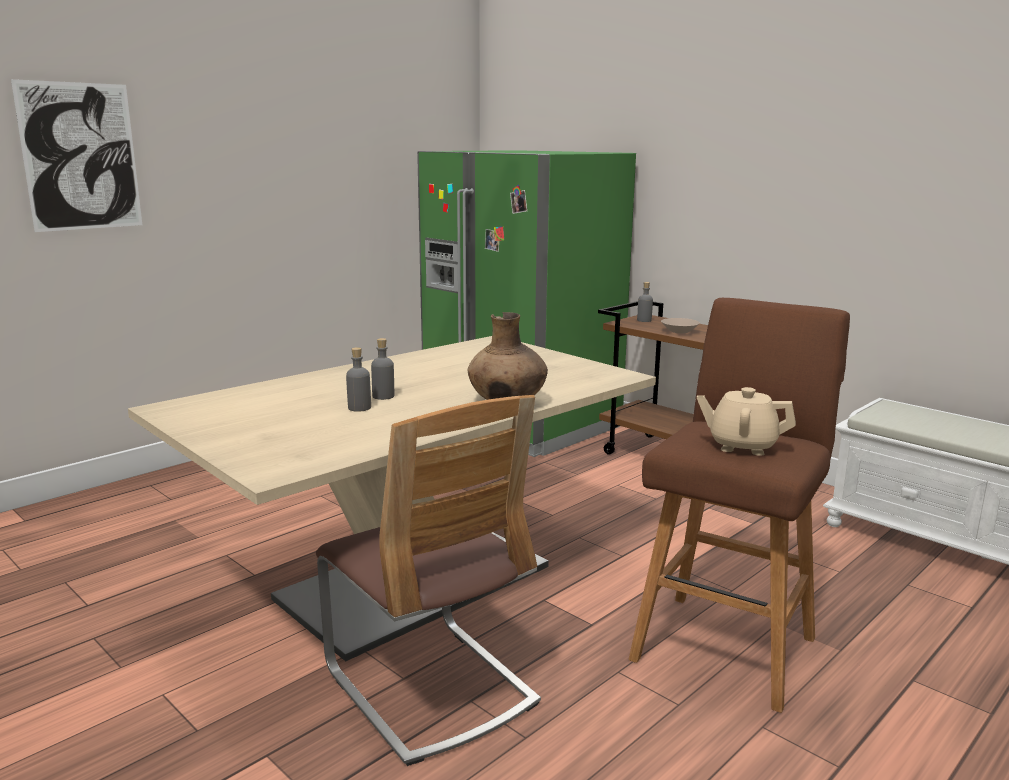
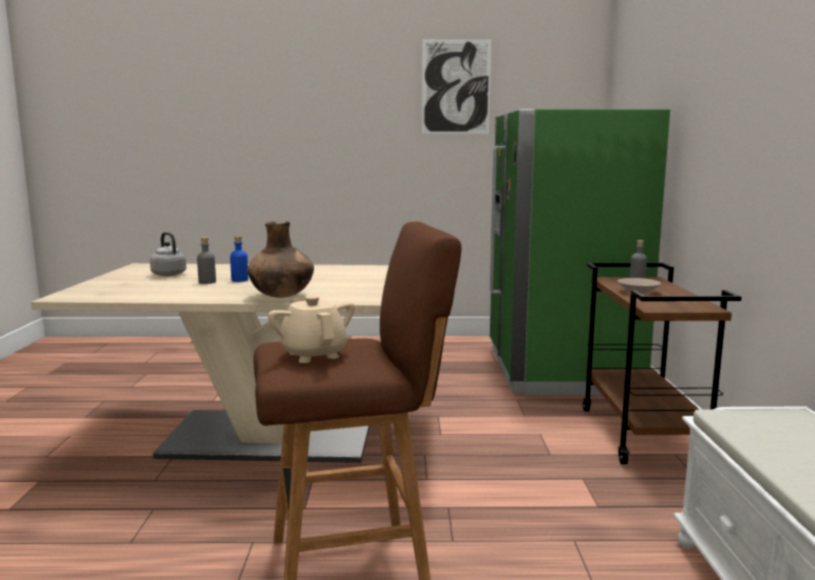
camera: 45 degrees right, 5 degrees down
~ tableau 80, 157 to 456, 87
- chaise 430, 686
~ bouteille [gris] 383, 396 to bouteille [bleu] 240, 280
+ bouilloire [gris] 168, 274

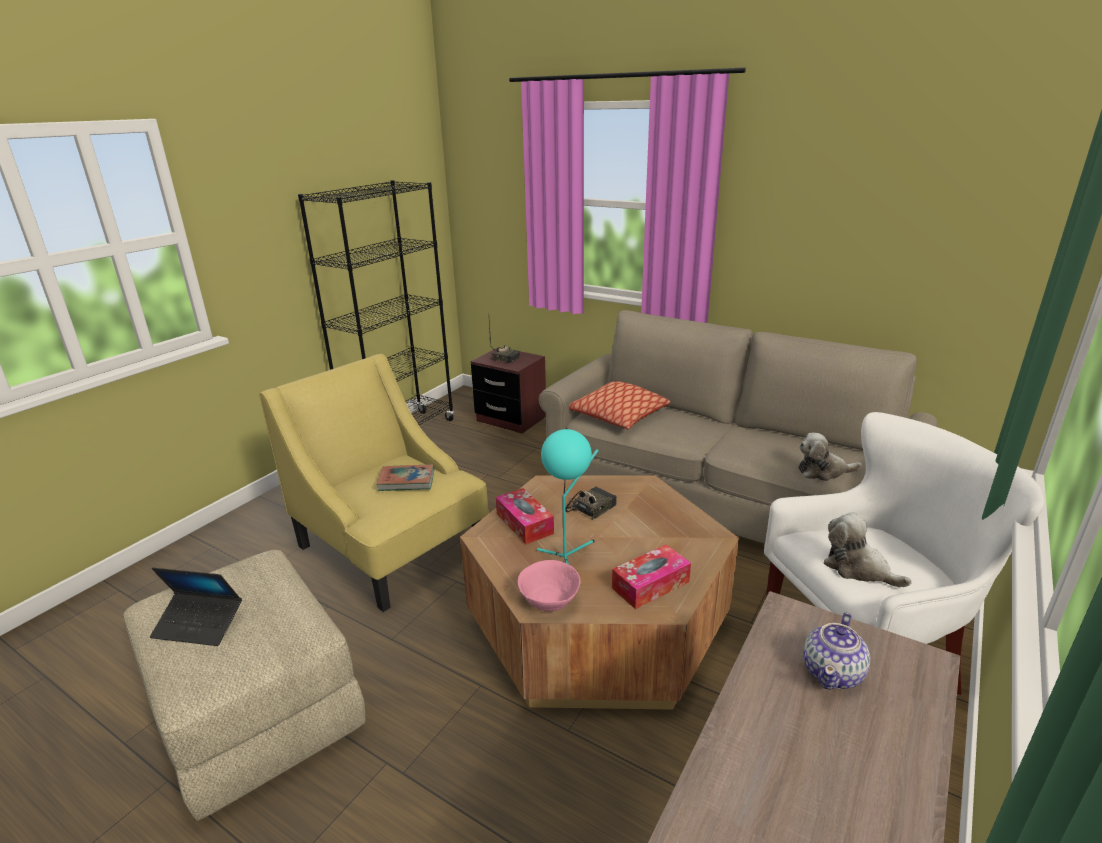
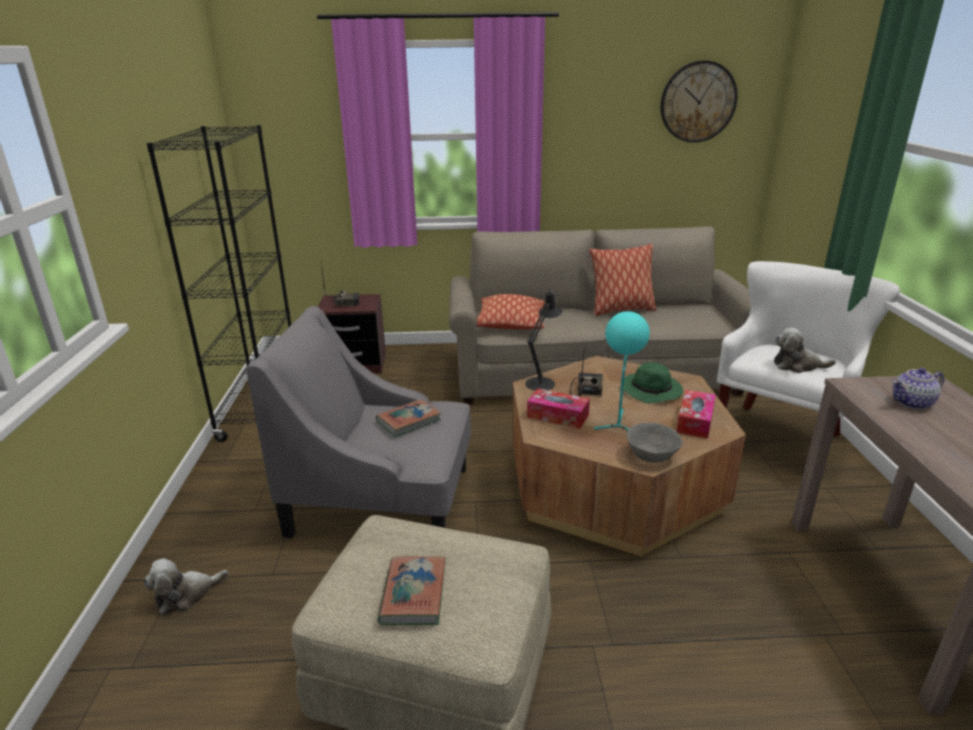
camera: 35 degrees left, 0 degrees up
~ ordinateur portable 199, 625 to livre 414, 594
~ fauteuil [jaune] 392, 547 to fauteuil [gris] 382, 500
~ bol [rose] 548, 601 to bol [gris] 651, 456
~ peluche 823, 471 to 186, 595
~ théière 833, 672 = 912, 403 75 degrees clockwise
+ lampe de table [noir] 542, 382
+ coussin 621, 310
+ chapeau [vert] 652, 391
+ horloge murale 698, 102

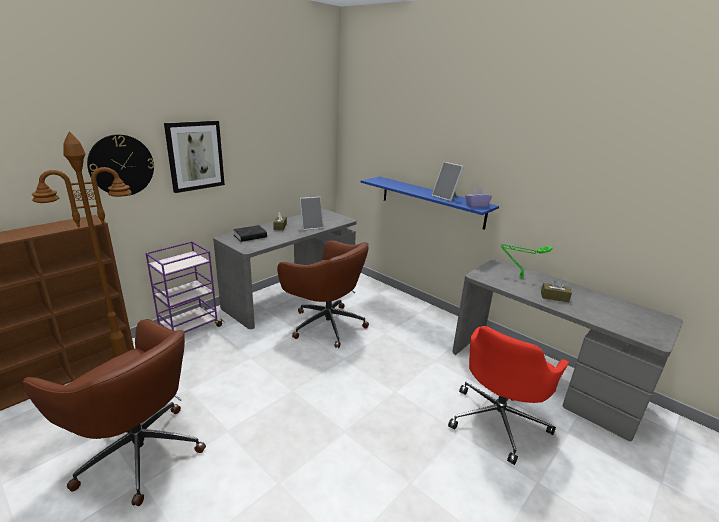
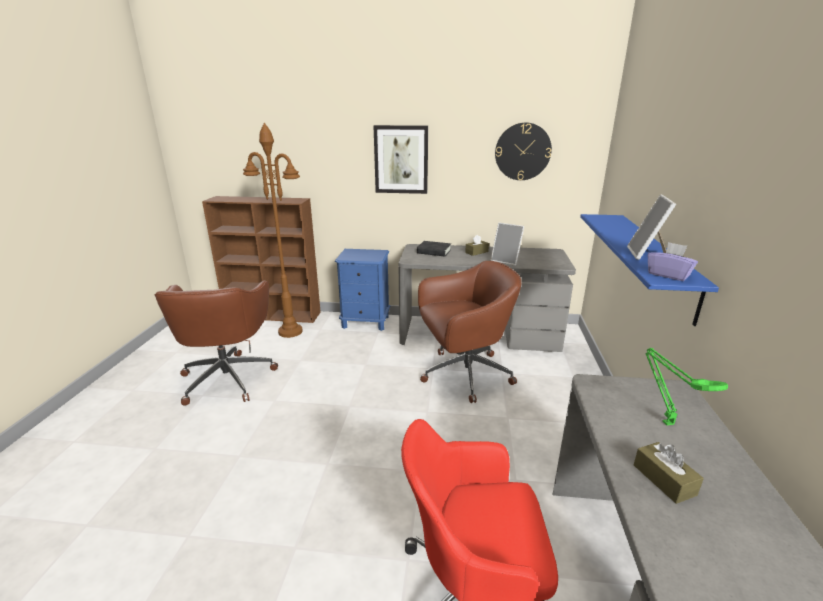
camera: 55 degrees right, 0 degrees up
~ horloge murale 121, 165 to 522, 151
~ chariot [violet] 189, 328 to table de chevet [bleu] 365, 322
~ chaise de bureau [marron] 326, 324 = 463, 374 105 degrees counterclockwise

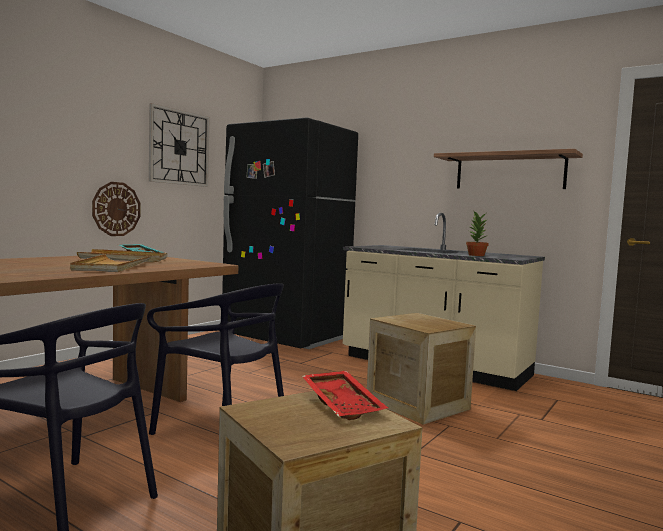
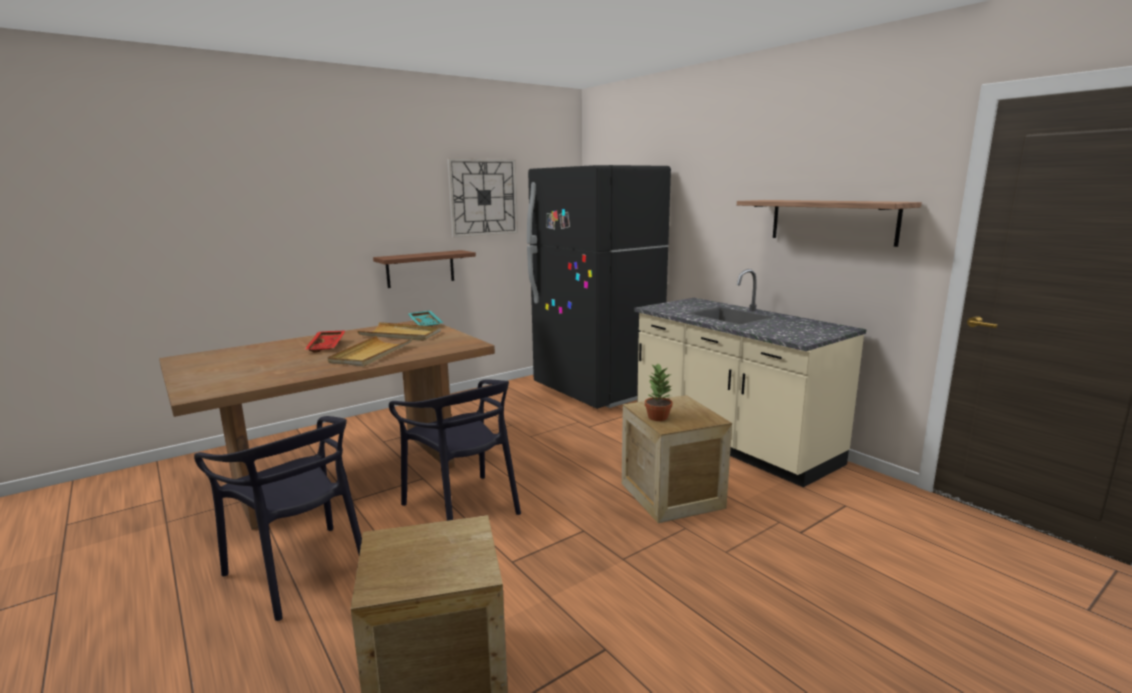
camera: 20 degrees right, 10 degrees up
~ horloge murale 116, 209 to étagère [marron] 420, 268
~ plateau [rouge] 343, 404 to 327, 346
~ plante en pot 475, 255 to 657, 417

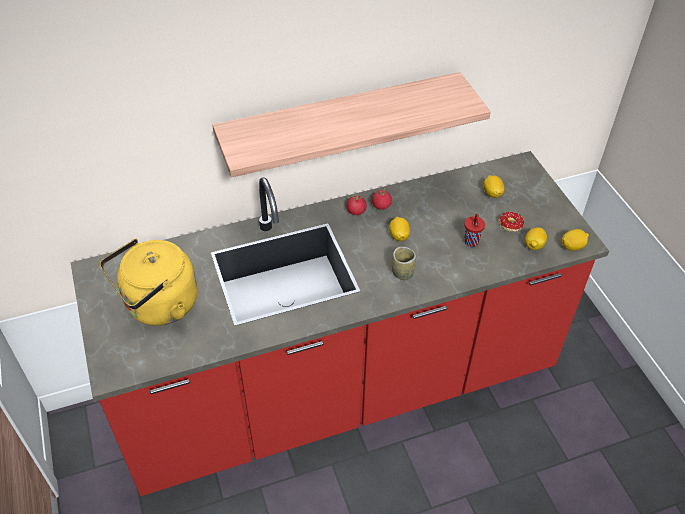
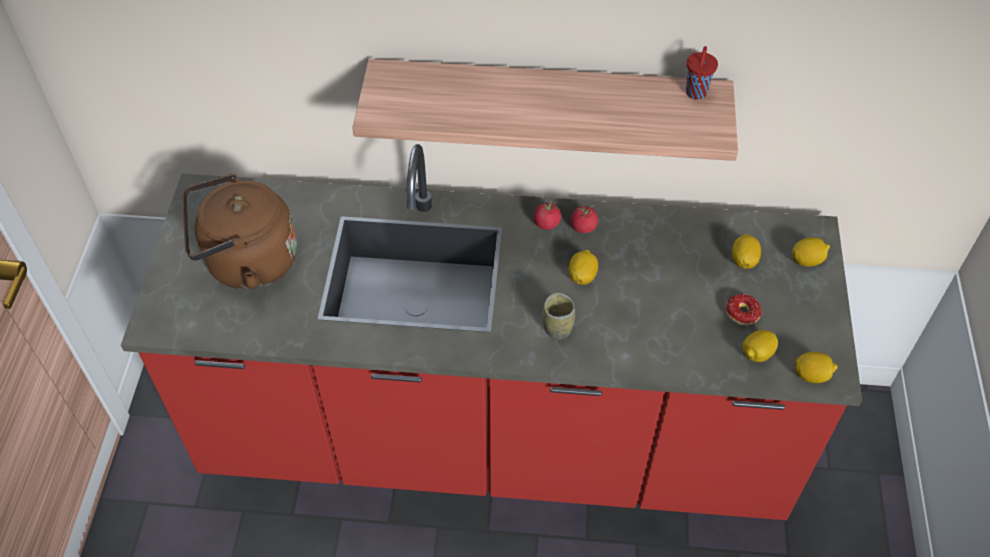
camera: 25 degrees right, 5 degrees up
~ bouilloire [jaune] 158, 306 to bouilloire [marron] 246, 263
~ tasse [rouge] 471, 242 to 695, 93
+ citron 807, 260

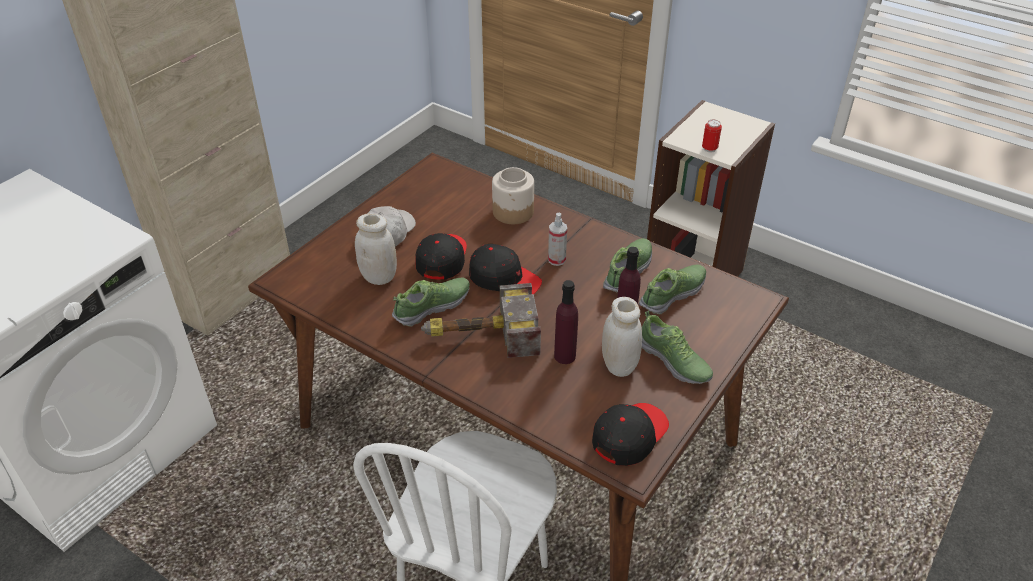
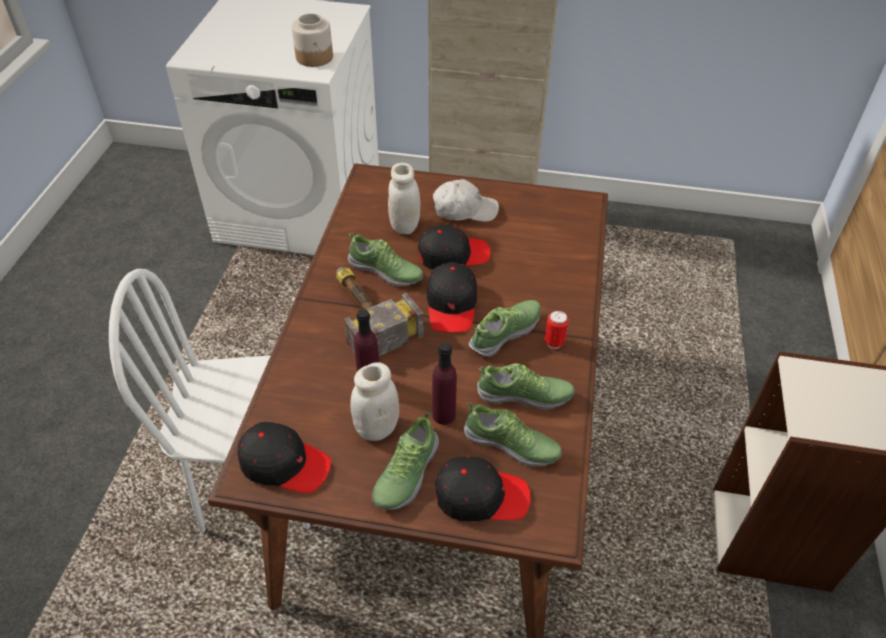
camera: 65 degrees right, 5 degrees up
~ bocal 513, 212 to 315, 57
~ vaporisateur 556, 260 to chaussure 505, 333
~ boîte métallique 709, 149 to 554, 342
+ casquette [noir] 481, 496

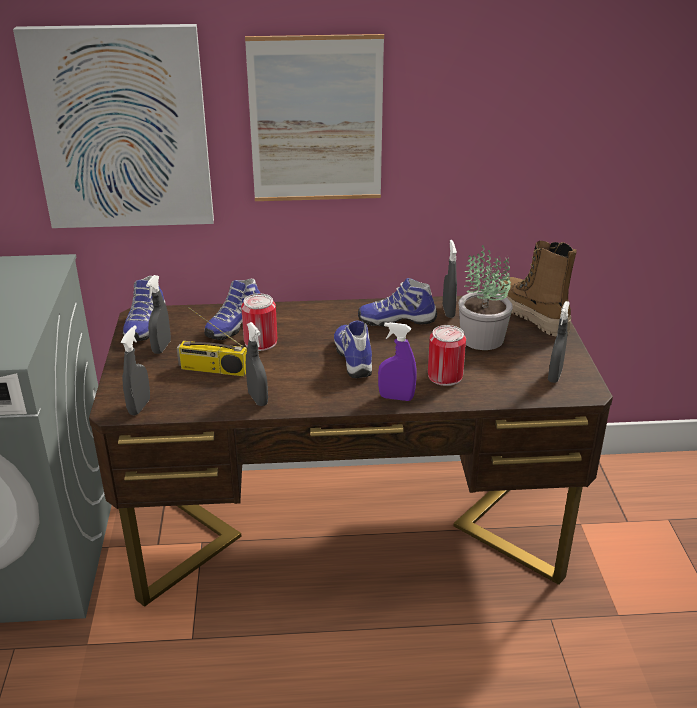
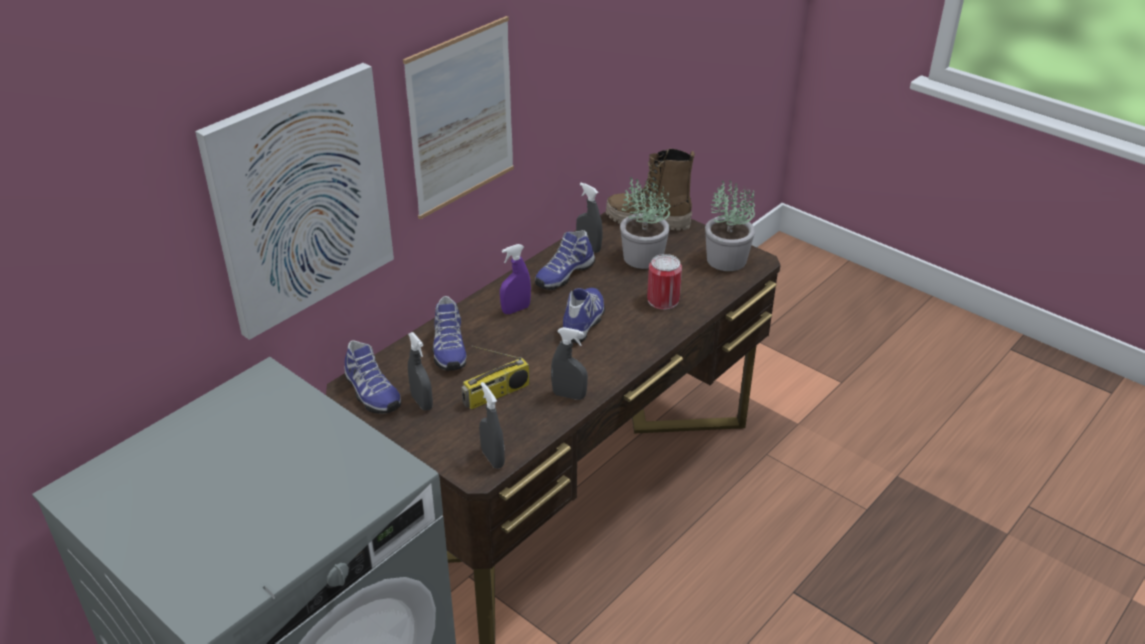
camera: 45 degrees left, 5 degrees up
- boîte métallique 260, 342
~ chaussure 355, 358 = 584, 322 75 degrees clockwise
~ vaporisateur [violet] 396, 397 to 516, 309
~ vaporisateur [gris] 554, 376 to plante en pot 726, 260

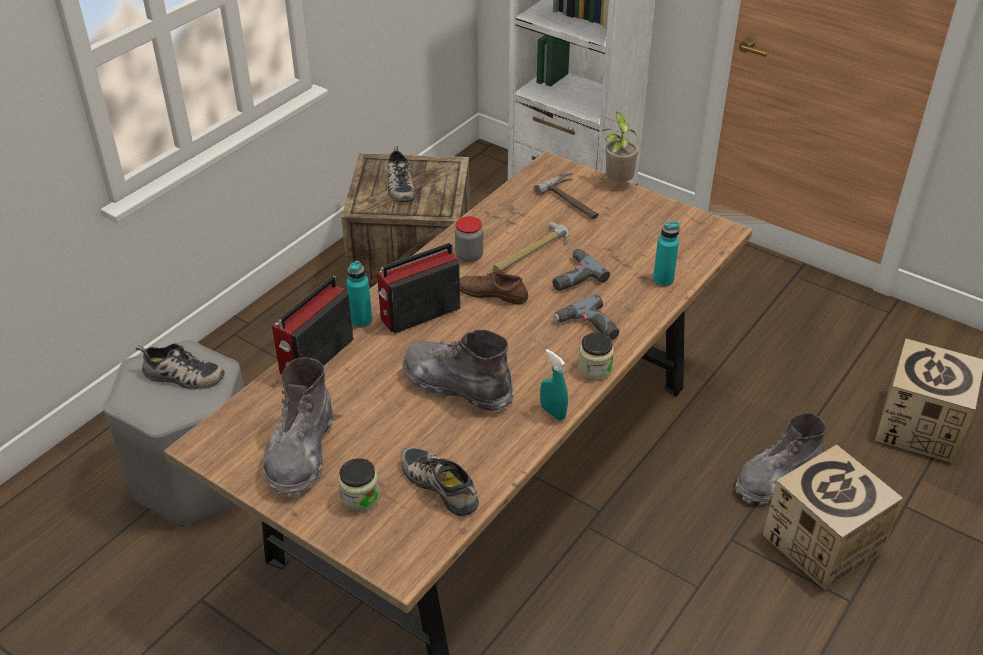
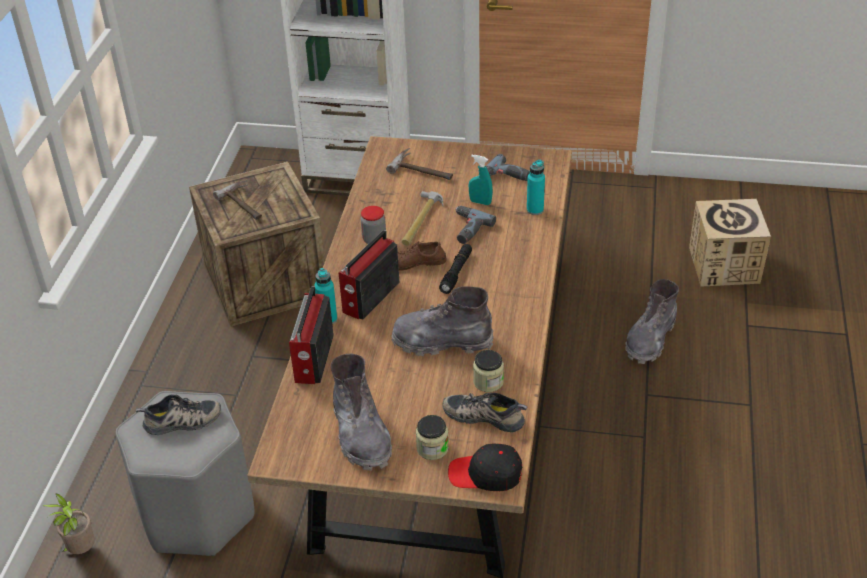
camera: 25 degrees left, 0 degrees up
~ chaussure 399, 185 to marteau 246, 203
~ vaporisateur [turquoise] 553, 412 to 480, 202
~ perceuse 588, 327 to 504, 178
~ bocal 595, 369 to 488, 382
~ plante en pot 616, 184 to 80, 550
- carton 822, 543
+ lampe de poche [noir] 456, 273
+ casquette [noir] 485, 474

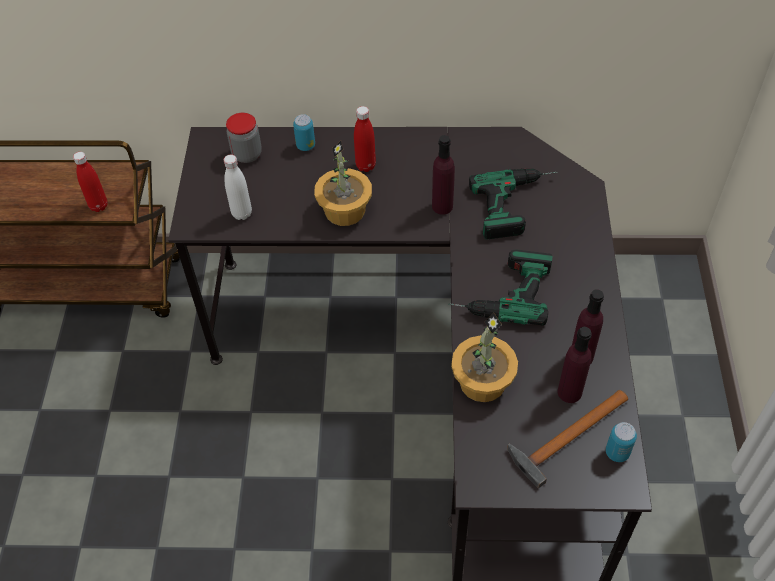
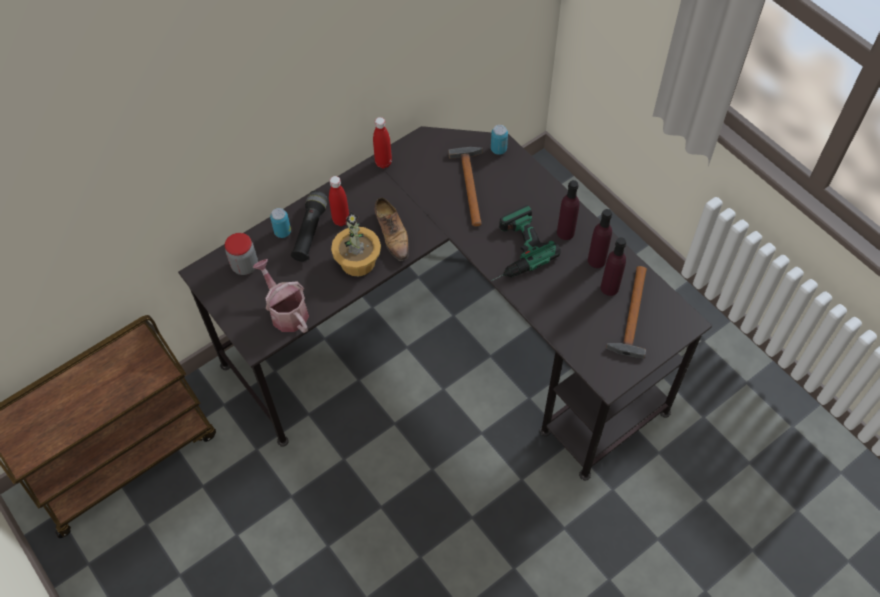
camera: 40 degrees left, 5 degrees up
~ bouteille [rouge] 98, 206 to 383, 163
~ bouteille [blanc] 242, 213 to arrosoir 286, 311
~ bouteille [violet] 442, 206 to 565, 232
- plante en pot 482, 381
~ perceuse 519, 204 to marteau 470, 183
~ boîte métallique 617, 452 to 498, 149
+ lampe de poche [noir] 310, 232
+ chaussure 392, 234

